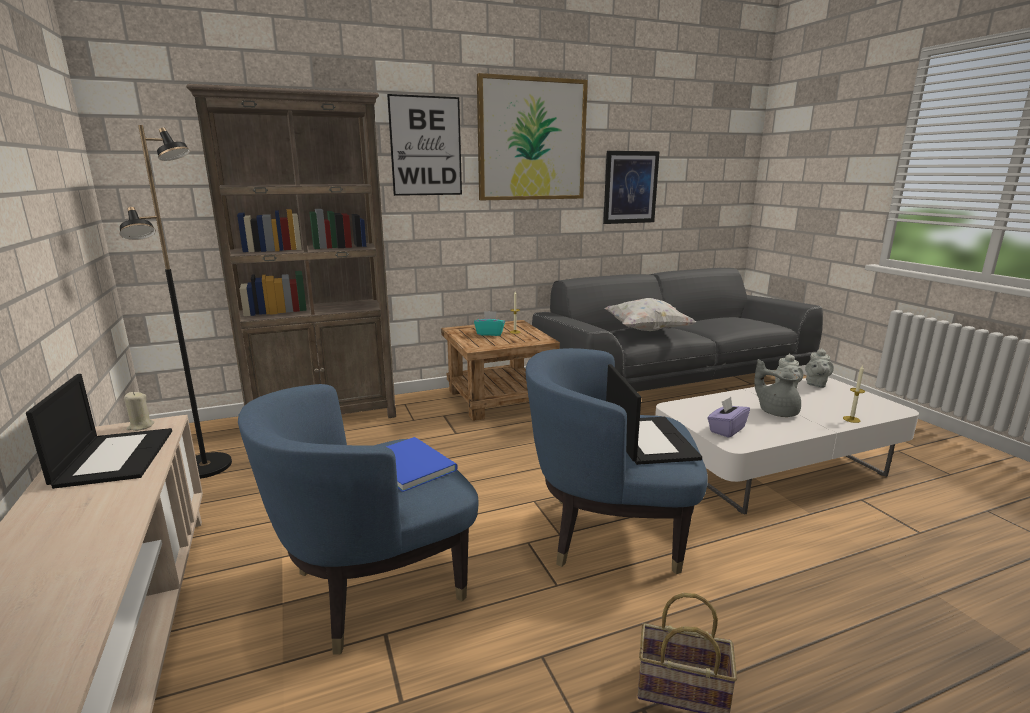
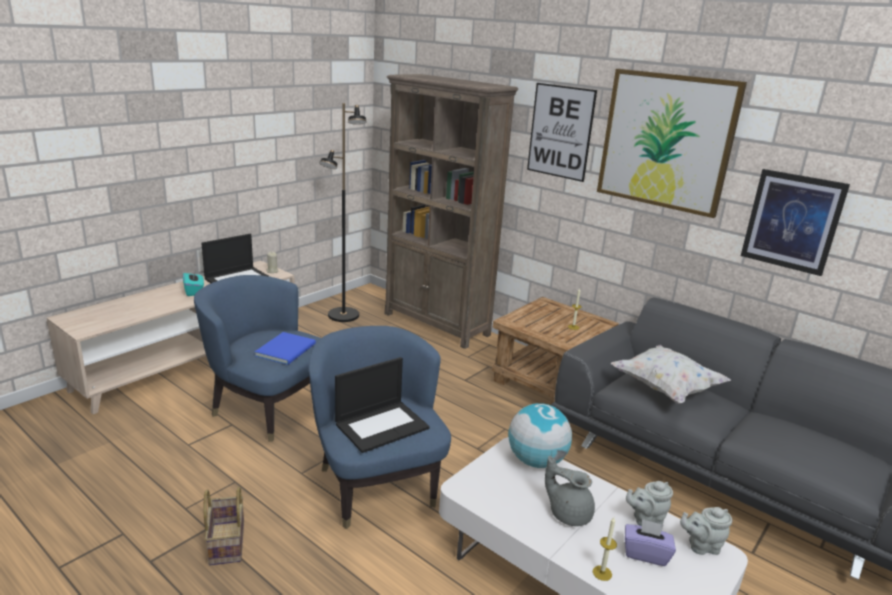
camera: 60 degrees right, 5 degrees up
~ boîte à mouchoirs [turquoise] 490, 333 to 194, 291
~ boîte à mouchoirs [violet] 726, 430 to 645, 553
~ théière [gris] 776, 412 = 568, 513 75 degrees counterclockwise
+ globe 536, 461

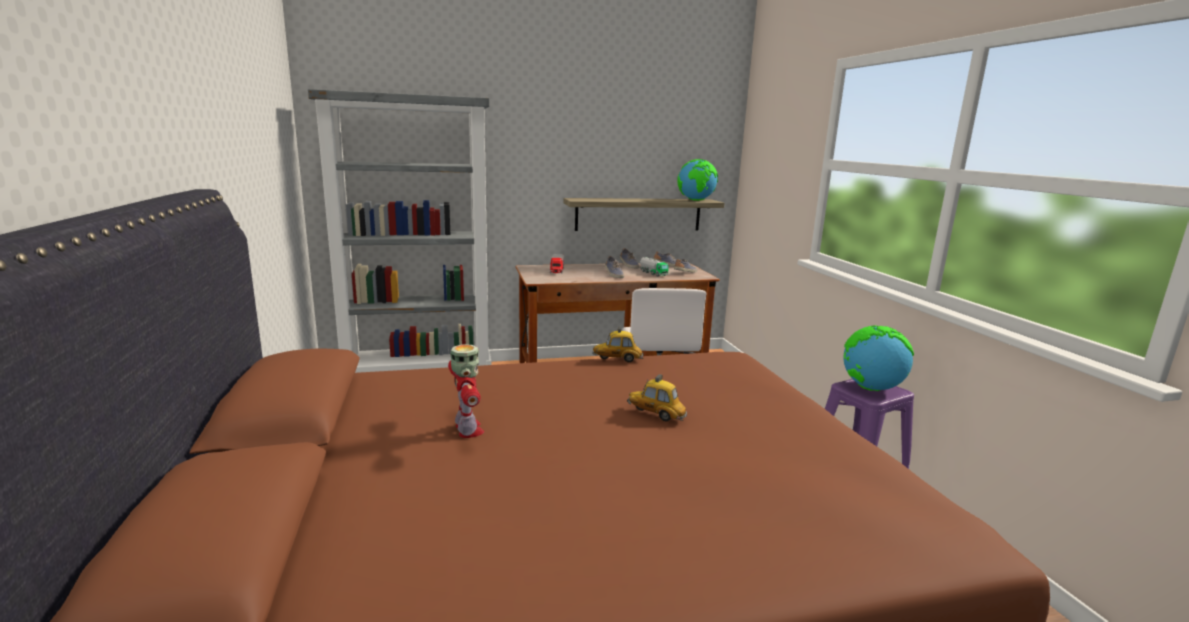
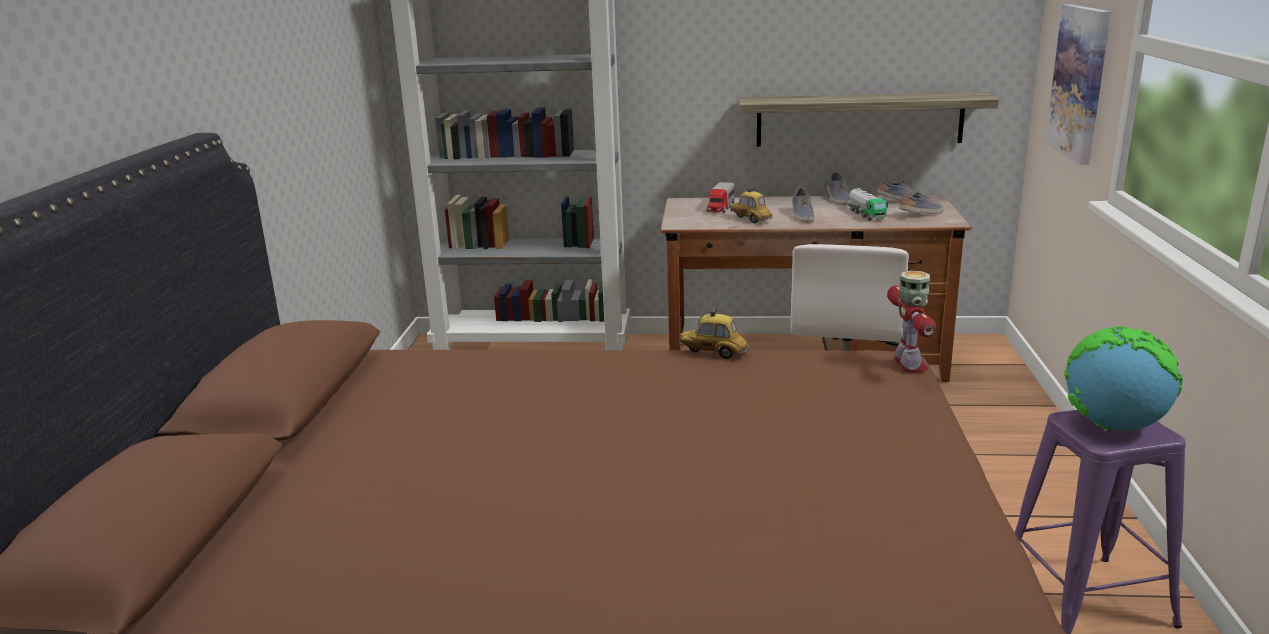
camera: 20 degrees right, 5 degrees up
~ robot jouet 468, 430 to 909, 365
~ petite voiture 655, 414 to 750, 219
- globe 696, 200
+ tableau 1079, 82

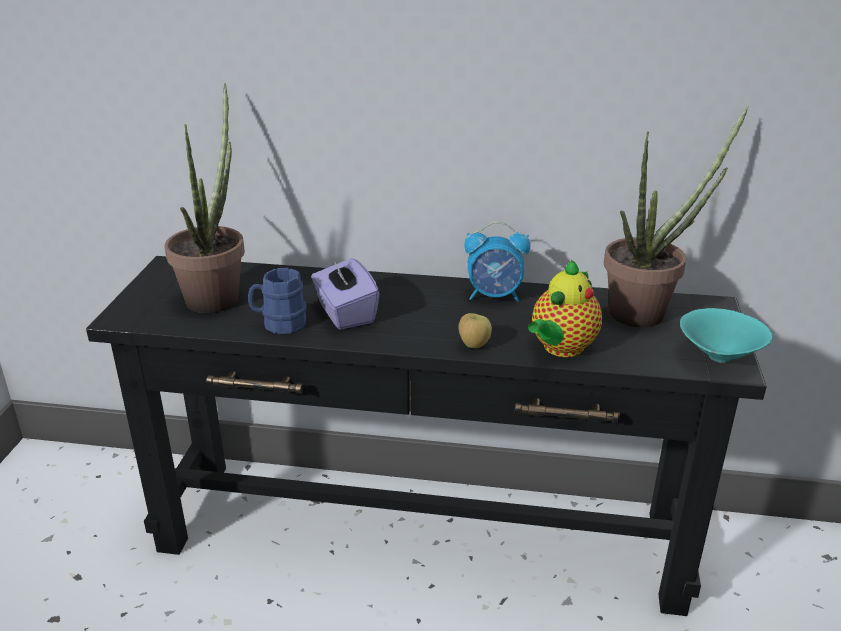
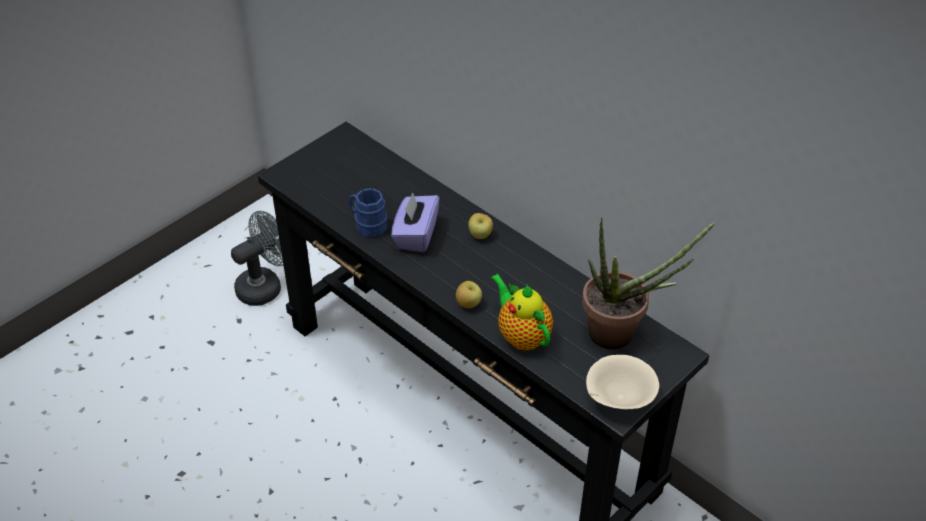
camera: 35 degrees right, 15 degrees up
- plante en pot 217, 294
- réveil 494, 296
~ théière 561, 348 = 522, 335 75 degrees clockwise
~ bol [turquoise] 718, 358 to bol [beige] 618, 399
+ ventilateur [gris] 265, 286
+ pomme 480, 235

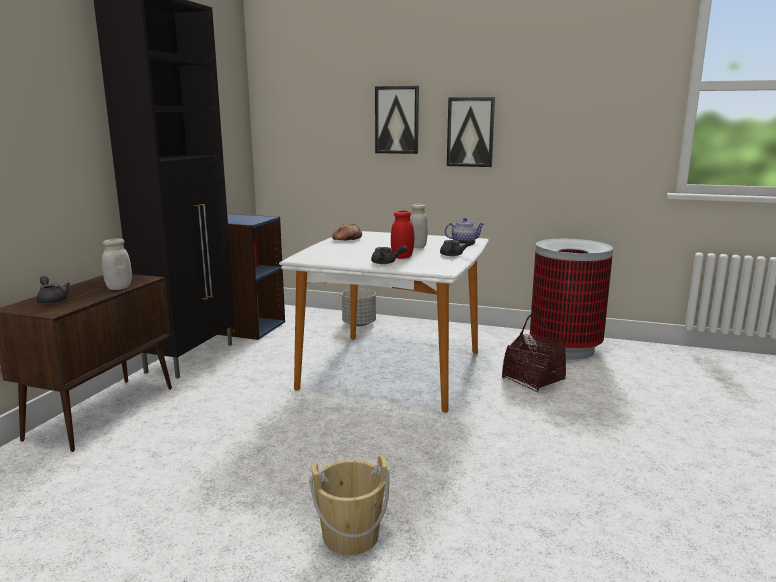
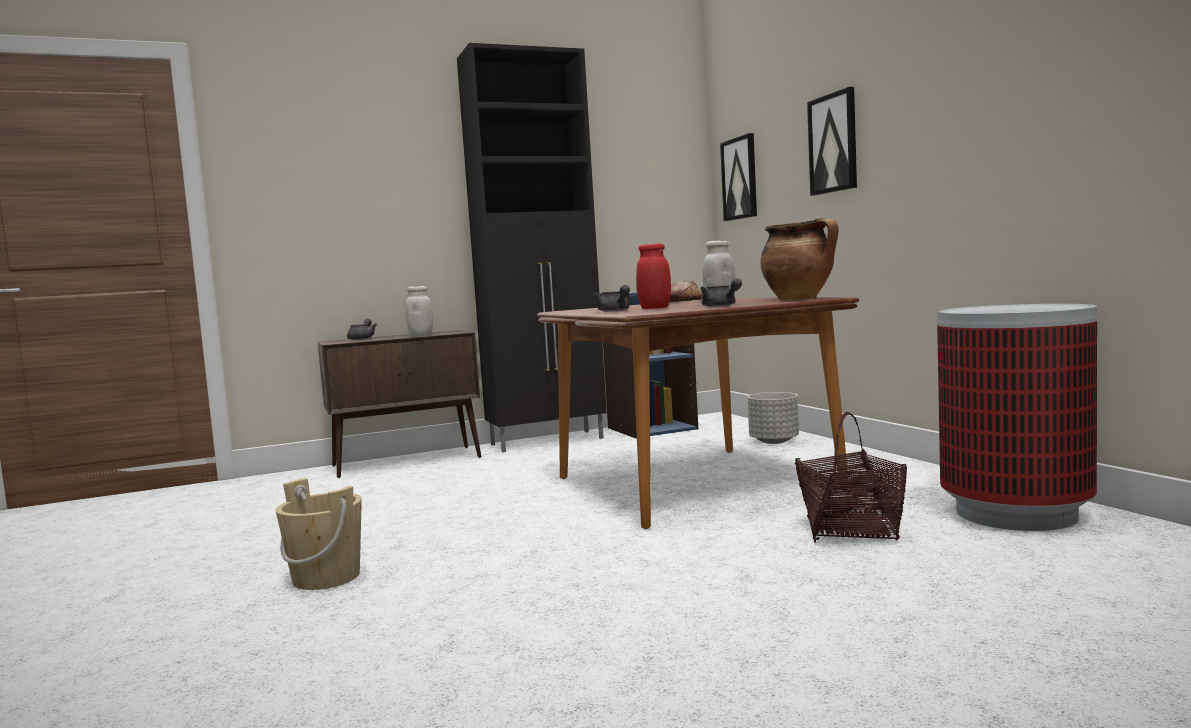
camera: 50 degrees right, 10 degrees down
~ table à manger [blanc] 393, 369 to table à manger [marron] 696, 484
~ théière 464, 242 to marmite 800, 299
~ tableau 470, 132 to 740, 178

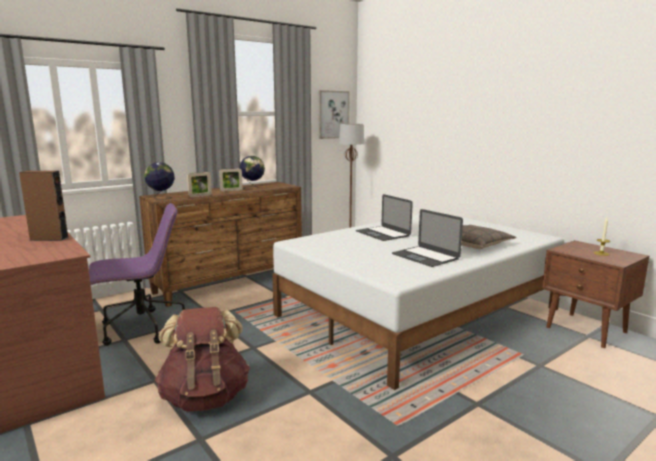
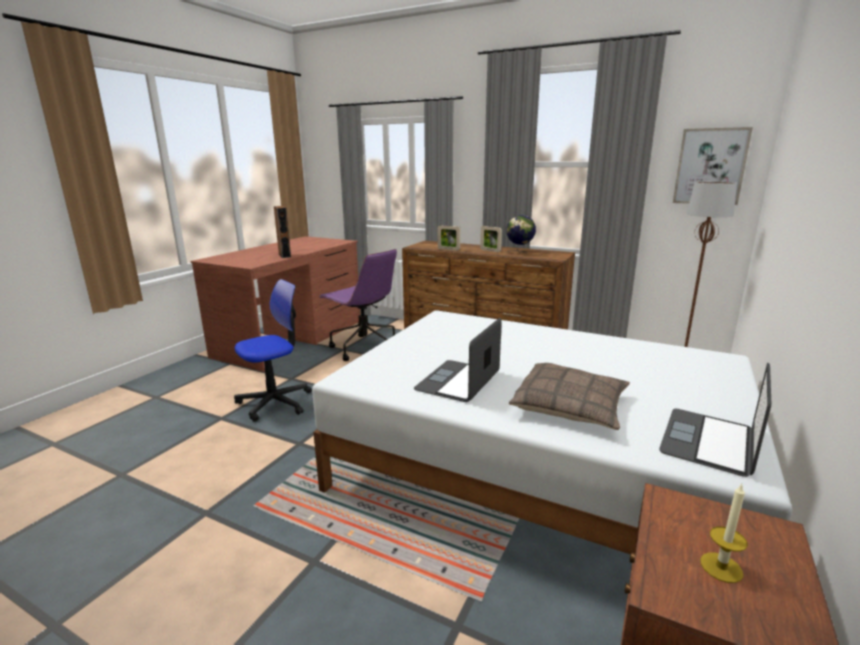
camera: 65 degrees right, 5 degrees up
- globe 161, 198
~ sac à dos [marron] 205, 397 to chaise de bureau 275, 402
~ ordinateur portable 383, 233 to 709, 441

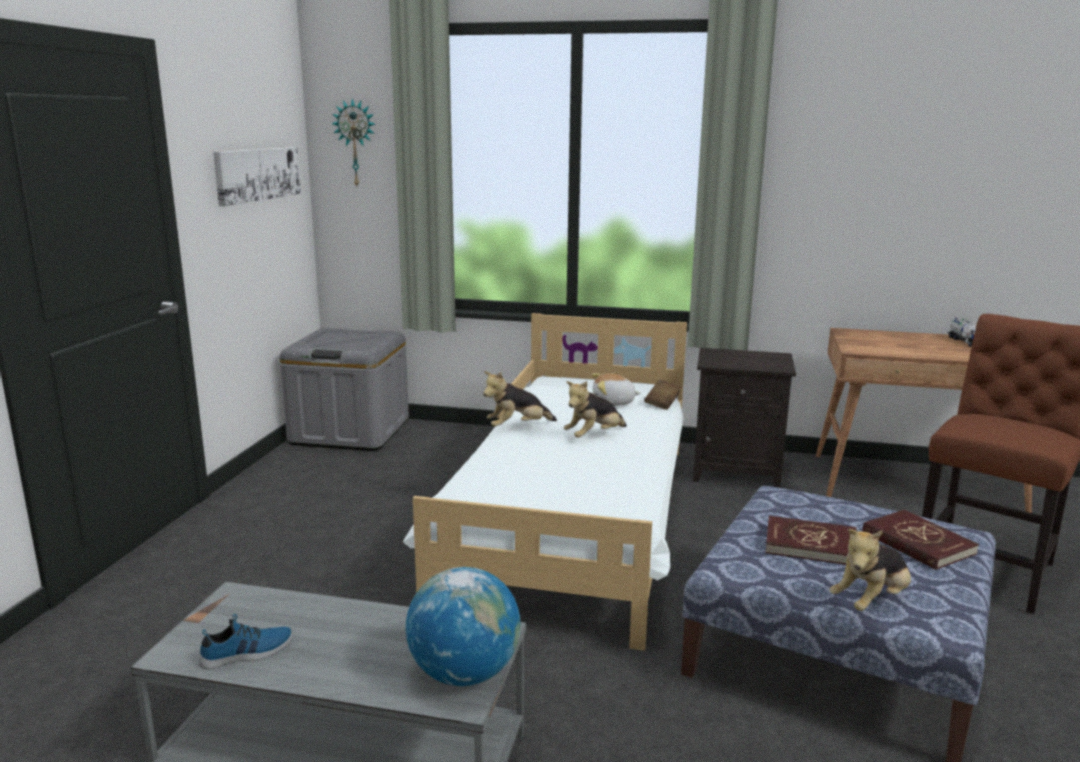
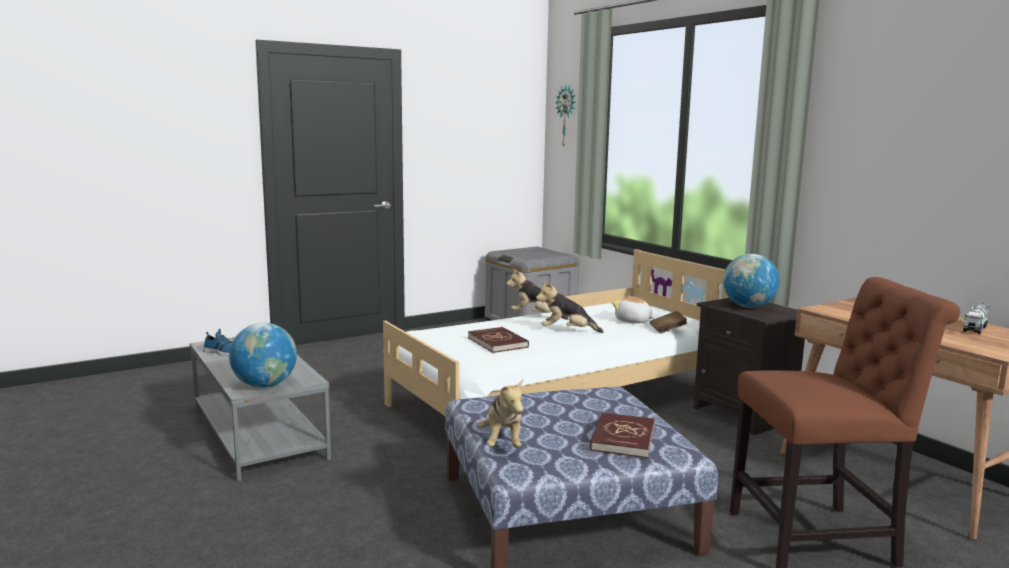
camera: 45 degrees right, 5 degrees down
- tableau 257, 174
~ livre [rouge] 811, 544 to 498, 342
~ peluche 871, 601 = 502, 442 105 degrees counterclockwise
+ globe 748, 307

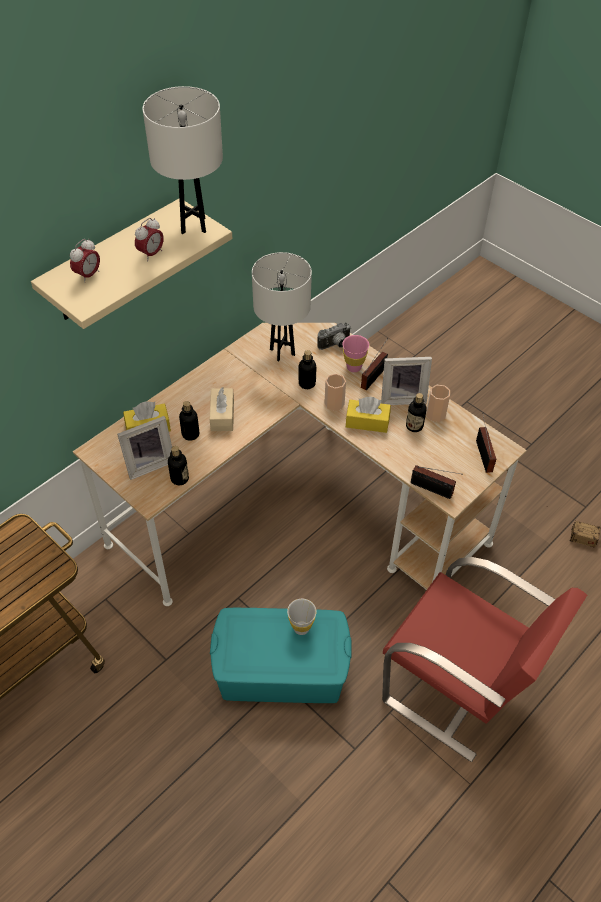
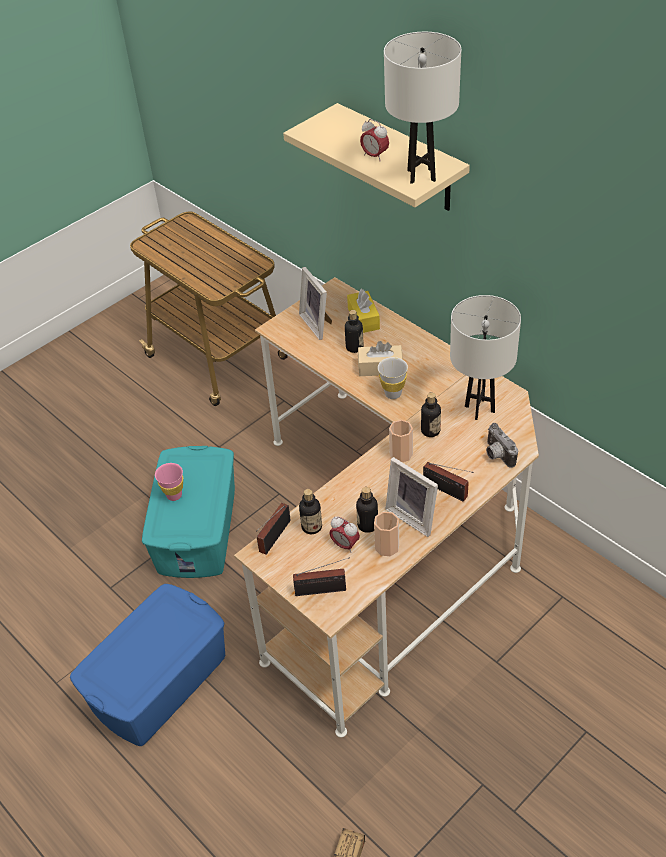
camera: 95 degrees right, 5 degrees down
~ réveil 88, 275 to 345, 545
~ bouteille 179, 478 to 311, 527
~ tasse [blanc] 301, 628 to 393, 394
~ tasse [rose] 354, 367 to 174, 495
- boîte à mouchoirs [jaune] 367, 422
~ cadre photo 402, 397 = 414, 515 45 degrees counterclockwise
~ chaise [rouge] 458, 687 to boîte de rangement [bleu] 158, 681

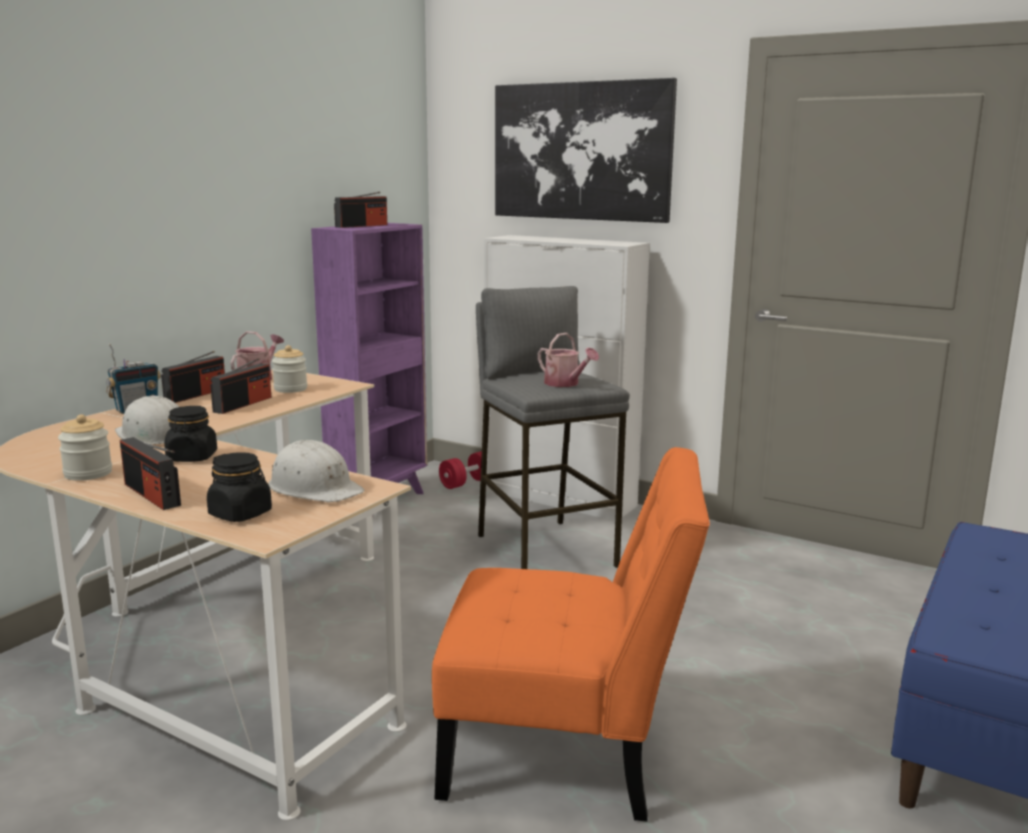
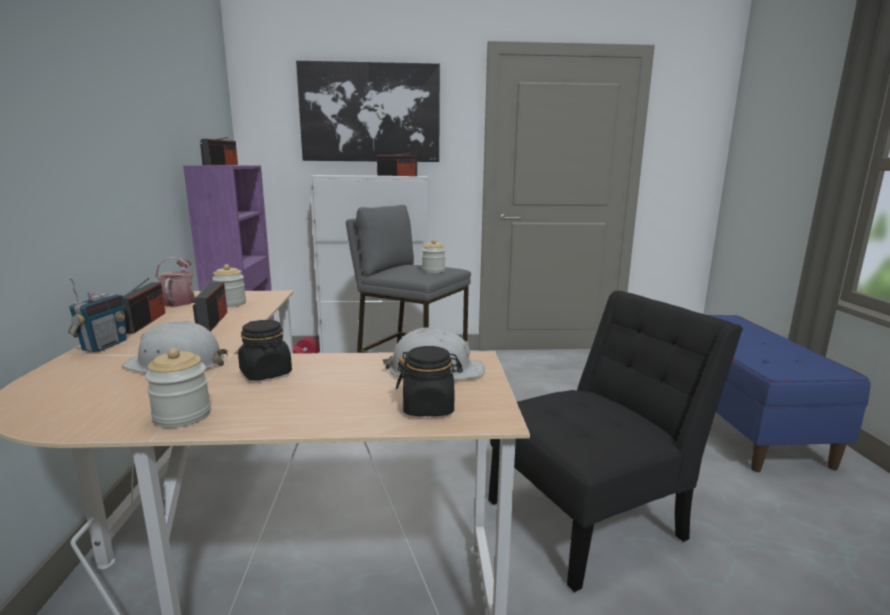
camera: 35 degrees left, 0 degrees up
~ radio 152, 494 to 397, 175
~ chaise [orange] 566, 751 to chaise [noir] 593, 516
~ arrosoir 565, 384 to bocal 433, 271

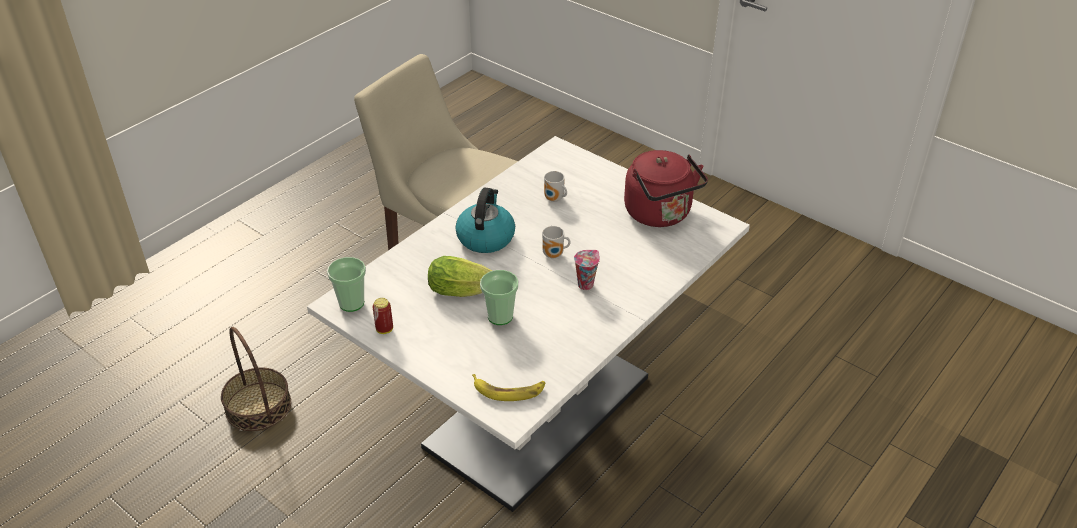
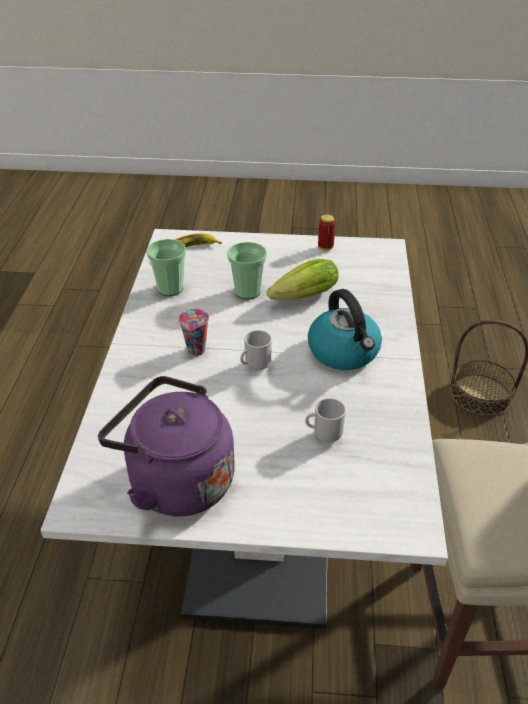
camera: 145 degrees right, 0 degrees up
~ tasse 351, 303 to 170, 288
~ bouilloire [rouge] 660, 214 to bouilloire [violet] 175, 481

